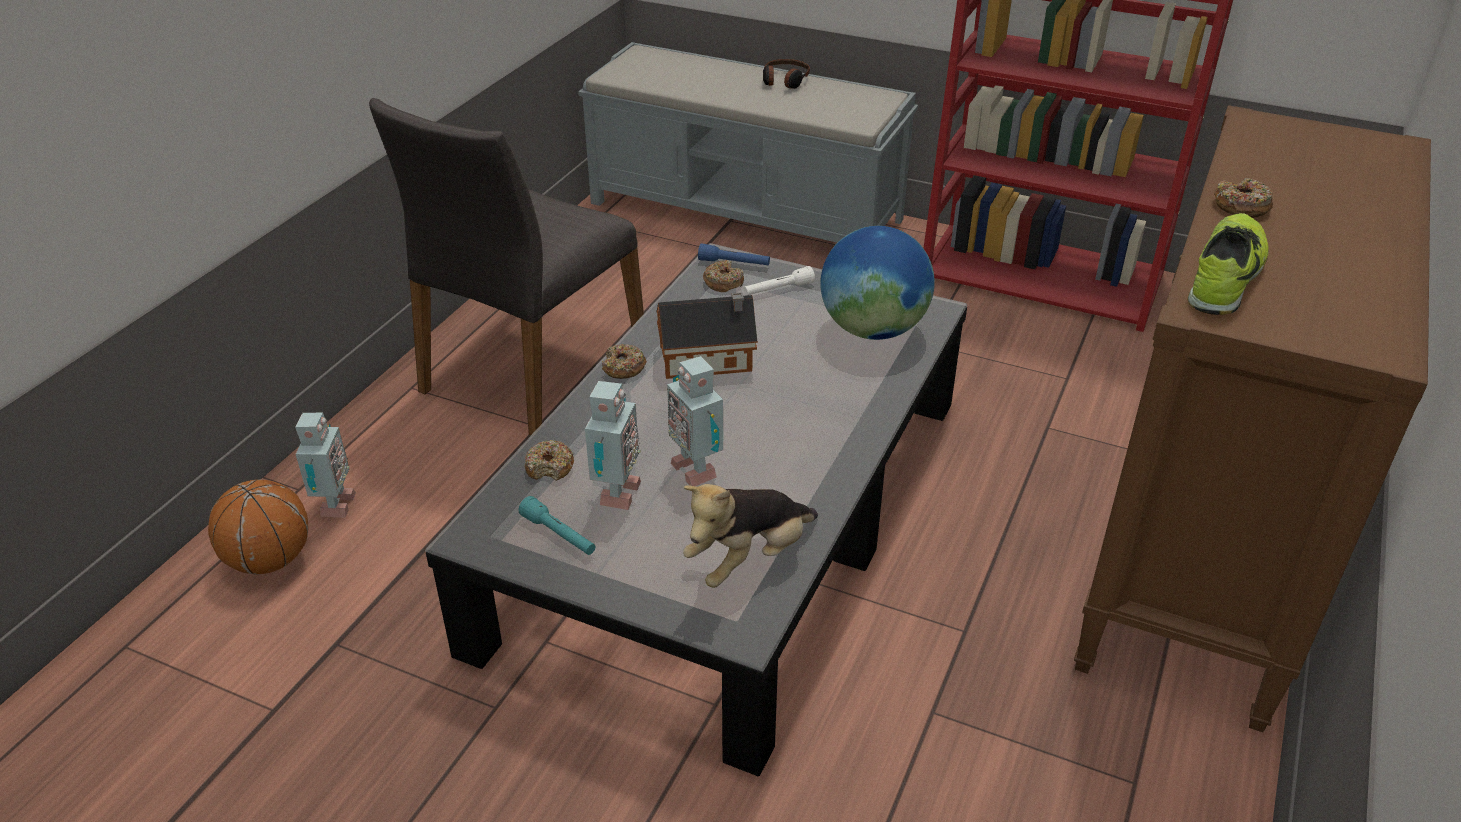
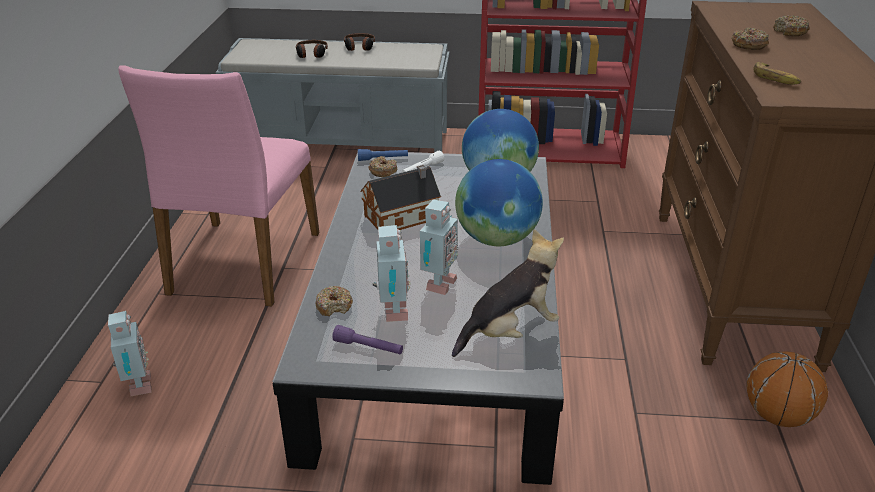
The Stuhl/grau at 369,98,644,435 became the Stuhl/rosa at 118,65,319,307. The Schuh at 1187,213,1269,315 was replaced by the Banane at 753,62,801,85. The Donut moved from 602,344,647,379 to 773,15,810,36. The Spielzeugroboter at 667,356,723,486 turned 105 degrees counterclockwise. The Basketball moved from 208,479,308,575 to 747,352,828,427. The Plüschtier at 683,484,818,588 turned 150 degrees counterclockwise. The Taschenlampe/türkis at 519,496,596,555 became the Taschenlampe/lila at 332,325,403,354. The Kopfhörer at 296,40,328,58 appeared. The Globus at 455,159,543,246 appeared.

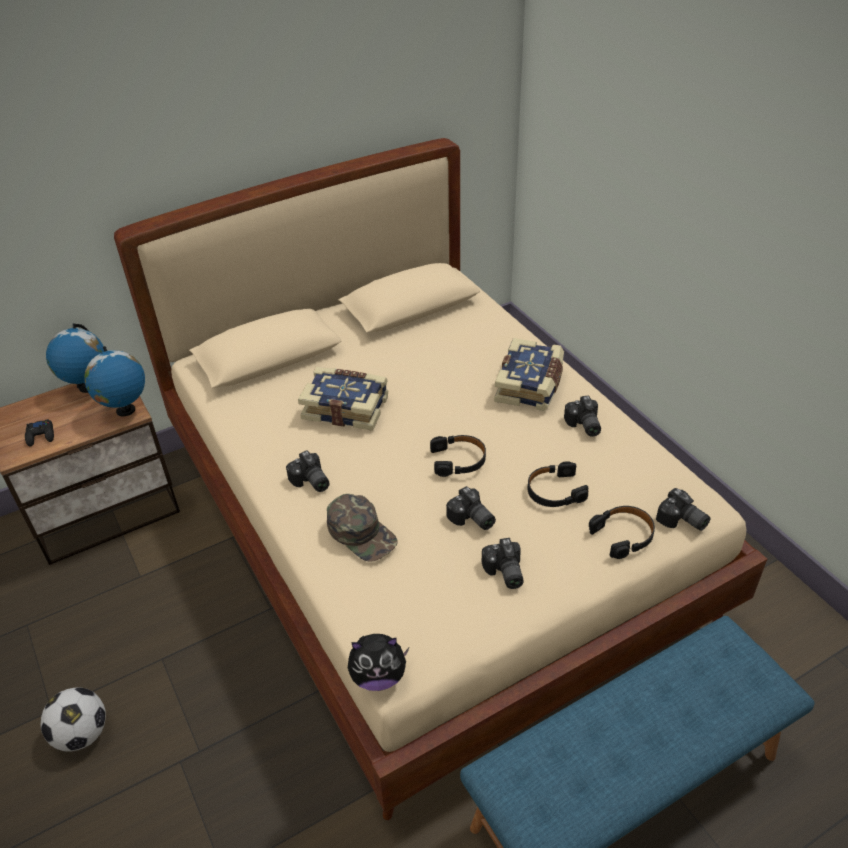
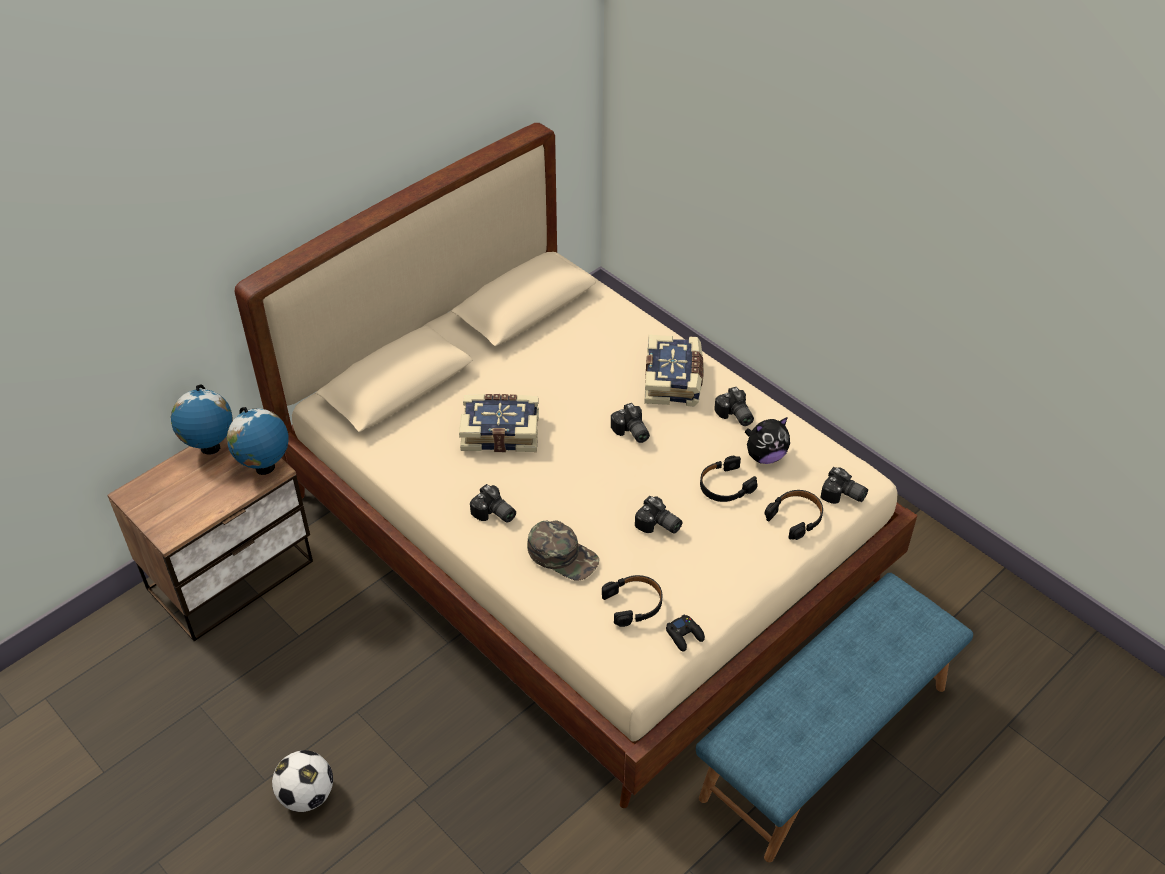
The Gamepad/schwarz moved from 25,419,54,446 to 666,614,705,651. The Kopfhörer/schwarz moved from 430,435,486,477 to 602,575,662,627. The Kamera moved from 482,538,524,589 to 611,403,650,443. The Plüschtier moved from 348,634,409,691 to 745,417,790,464.

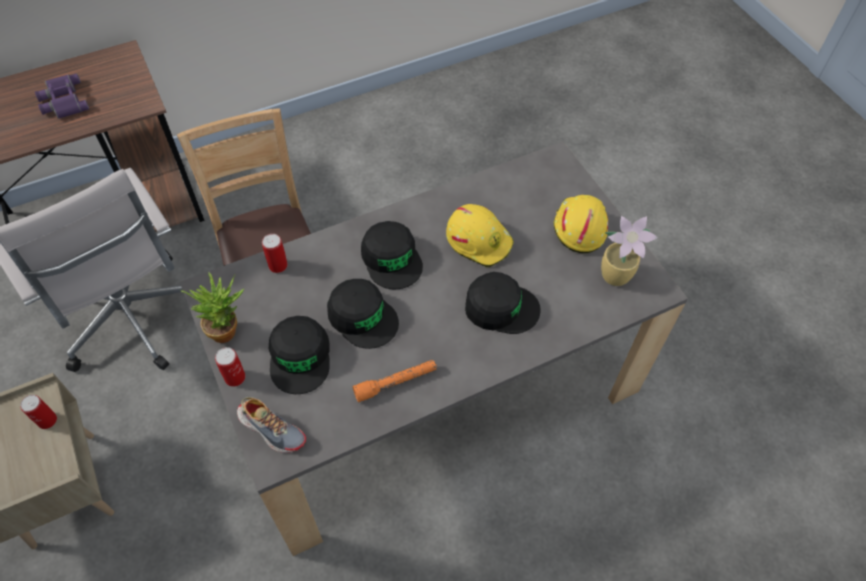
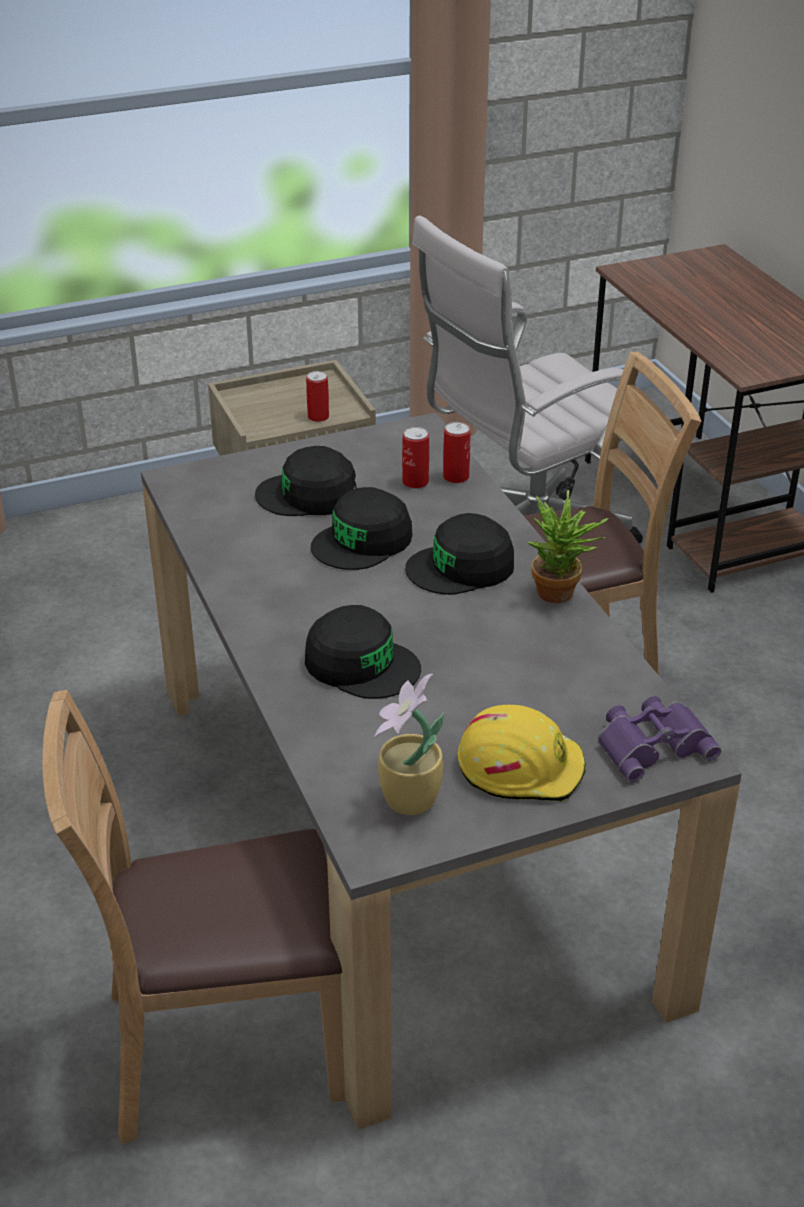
The Fernglas/lila moved from 35,74,89,119 to 598,696,721,782. The Schutzhelm/gelb at 446,204,514,267 disappeared. The Kappe/schwarz at 465,272,541,334 turned 75 degrees counterclockwise. The Topfpflanze moved from 181,273,245,343 to 527,490,609,603. The Dose moved from 215,347,245,387 to 402,427,429,489. The Taschenlampe/orange at 352,360,437,403 disappeared. The Schuh at 237,397,306,453 disappeared. The Stuhl/braun at 42,690,345,1144 appeared.

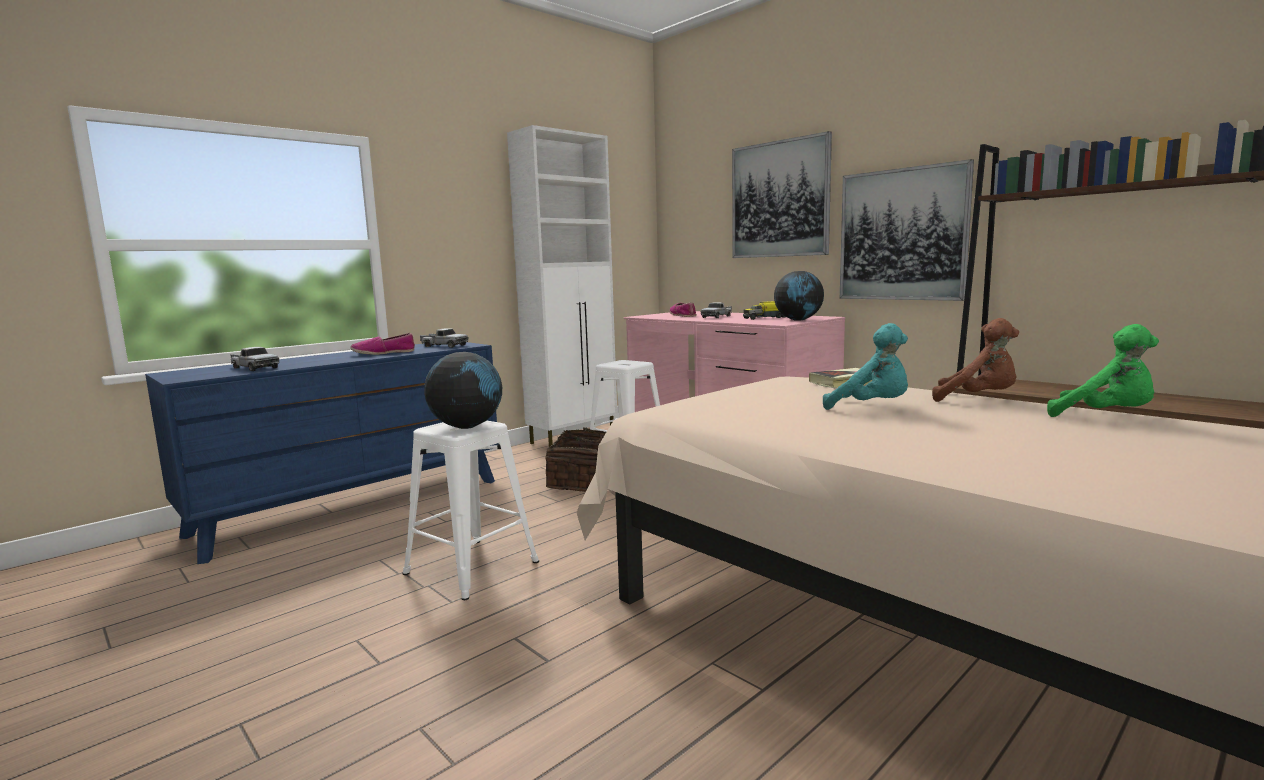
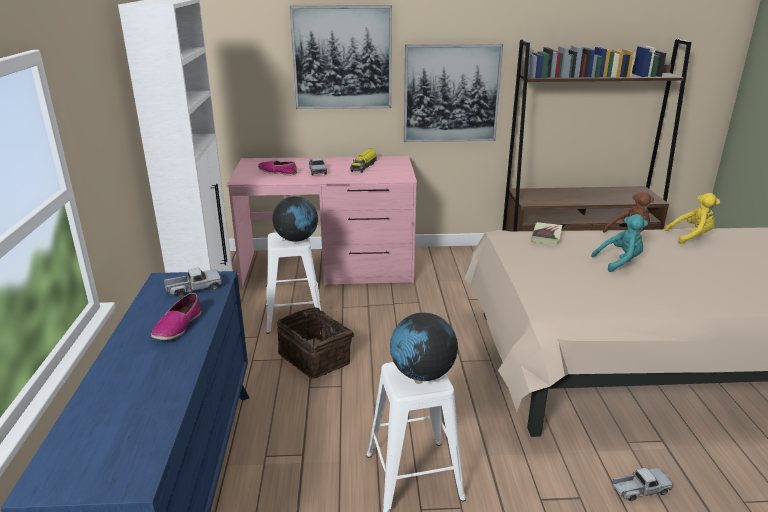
The Globus moved from 774,271,824,321 to 273,196,318,242. The Plüschtier/grün at 1047,324,1159,417 became the Plüschtier/gelb at 665,193,720,244. The Spielzeuglaster moved from 230,347,279,371 to 612,468,673,501.

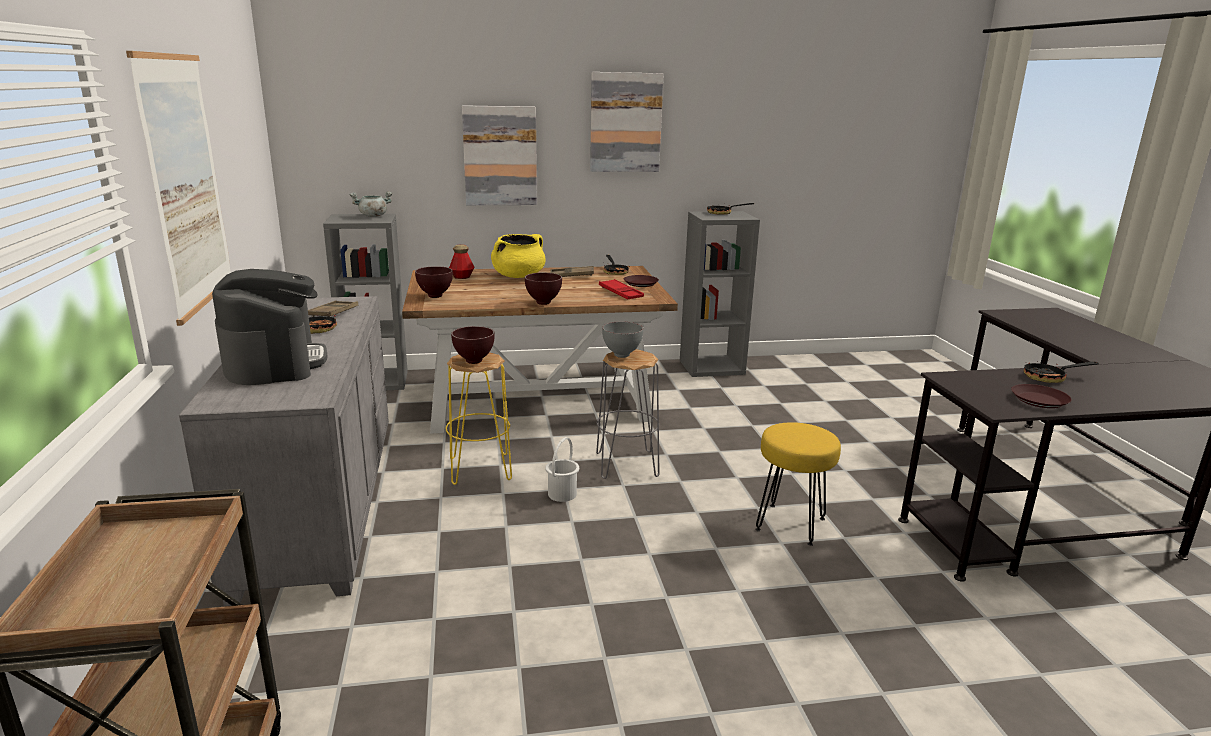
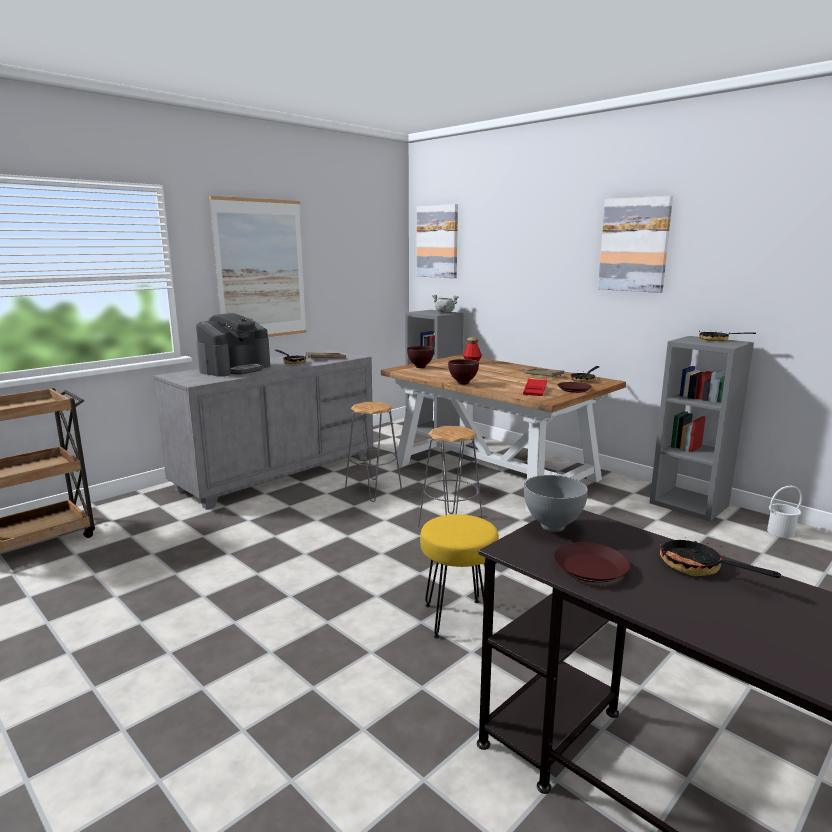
The Bild moved from 462,105,537,205 to 417,204,458,278. The Kochtopf/gelb at 491,234,546,278 disappeared. The Schüssel/grau moved from 602,321,643,358 to 524,475,588,532. The Schüssel/braun at 451,326,495,364 disappeared. The Hocker/gelb at 446,352,512,485 became the Hocker/grau at 345,402,402,502. The Eimer/weiß moved from 545,437,579,502 to 767,485,802,538.

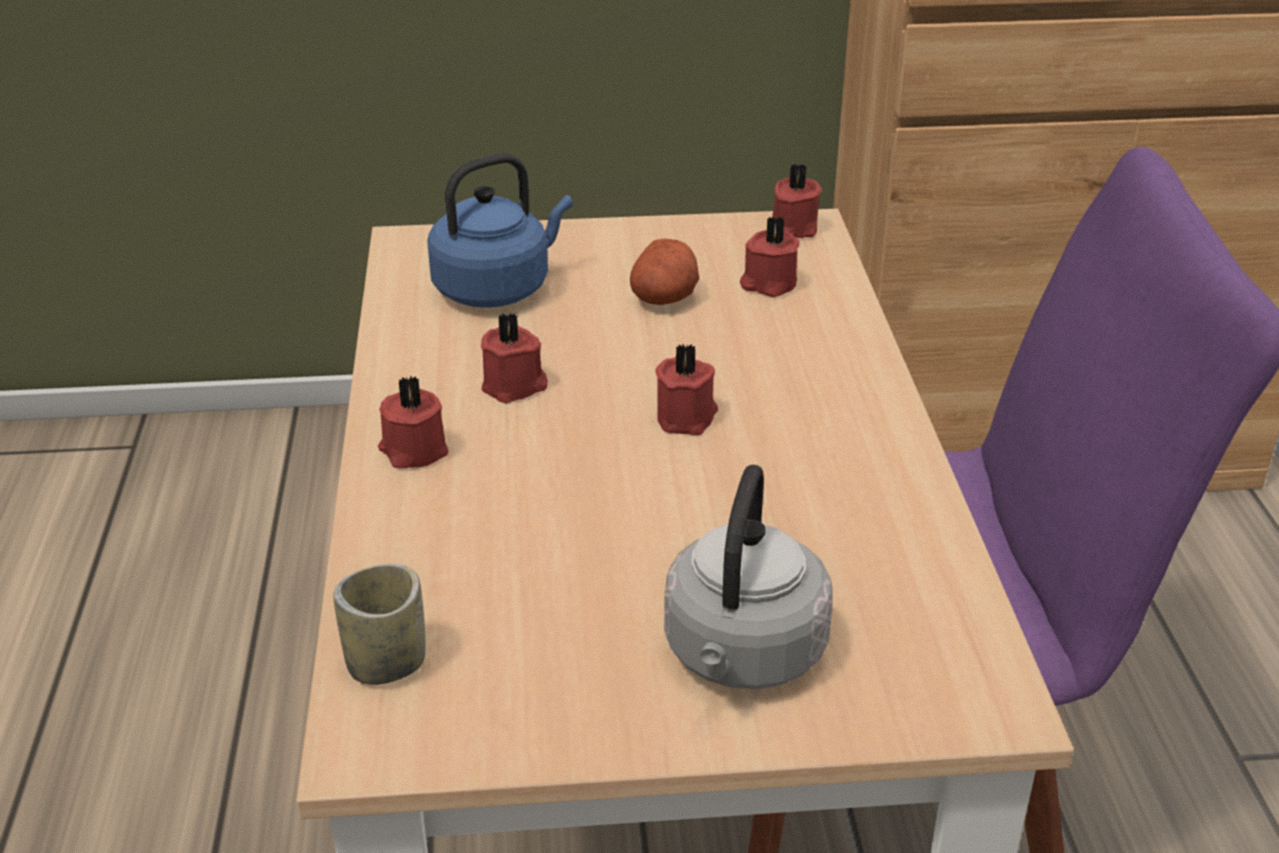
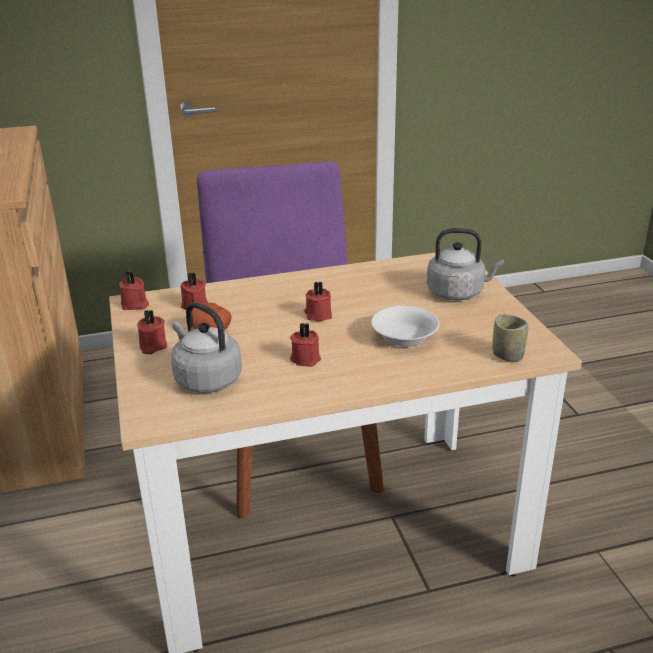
The Wasserkessel/blau at 427,153,573,308 became the Wasserkessel/grau at 171,302,242,393. The Kerze/rot moved from 378,375,449,468 to 137,310,167,354. The Schüssel/weiß at 371,306,439,347 appeared.

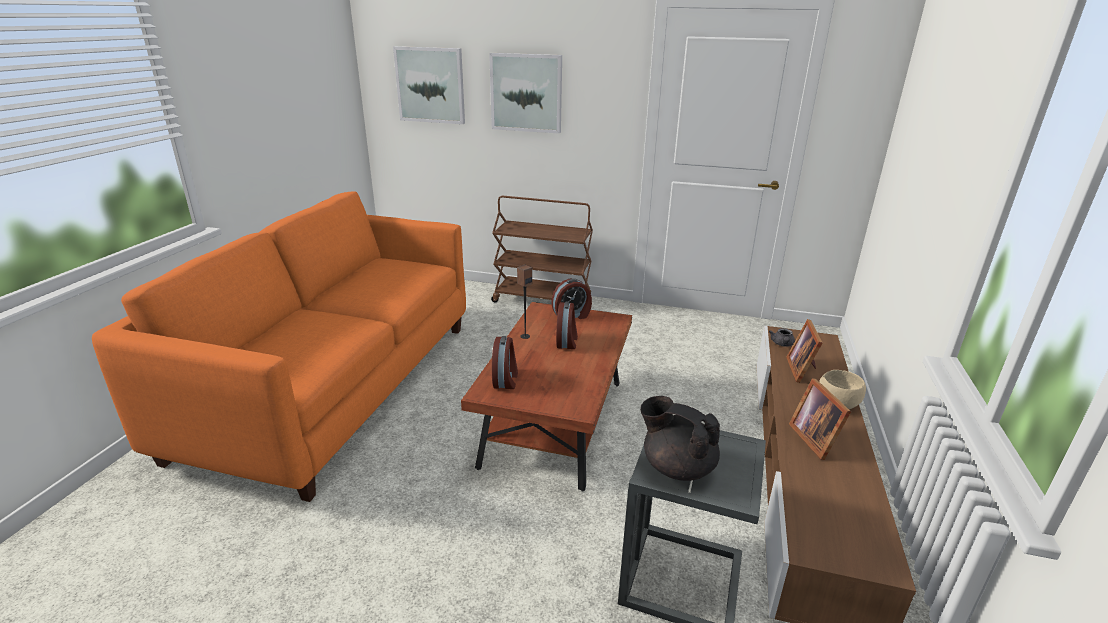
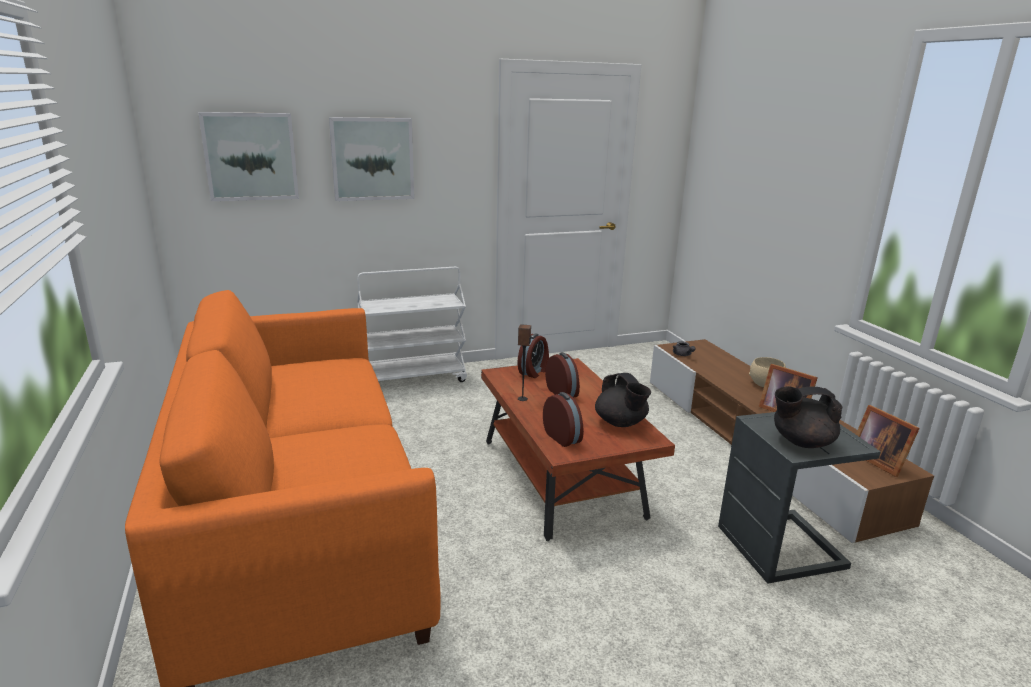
The Rollwagen/braun at 491,196,593,302 became the Rollwagen/weiß at 357,267,467,382. The Bilderrahmen moved from 786,319,823,383 to 856,405,920,477. The Teekanne/schwarz at 595,373,651,427 appeared.

